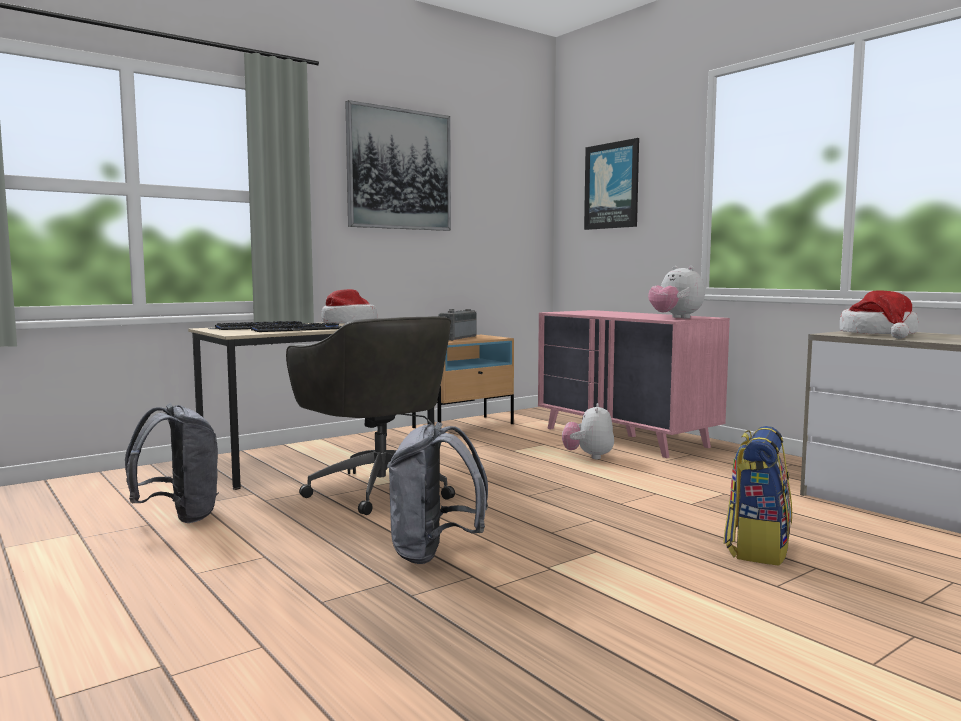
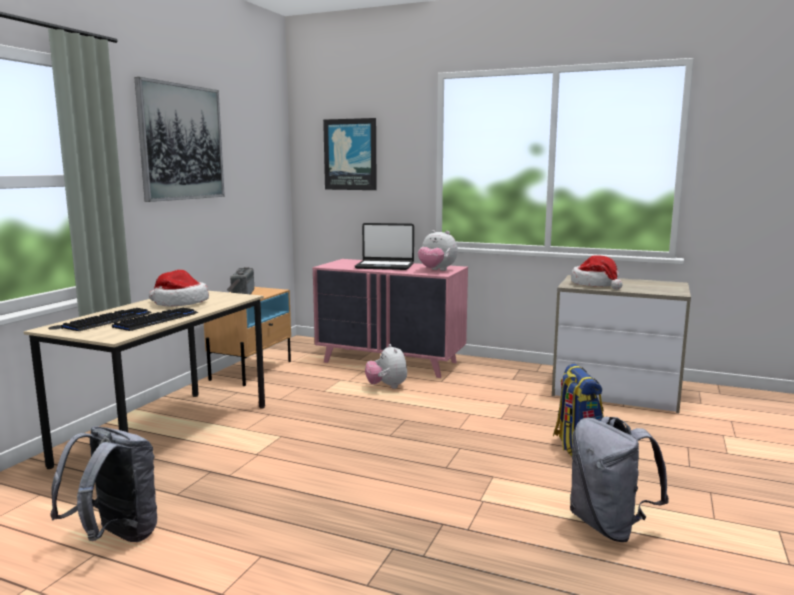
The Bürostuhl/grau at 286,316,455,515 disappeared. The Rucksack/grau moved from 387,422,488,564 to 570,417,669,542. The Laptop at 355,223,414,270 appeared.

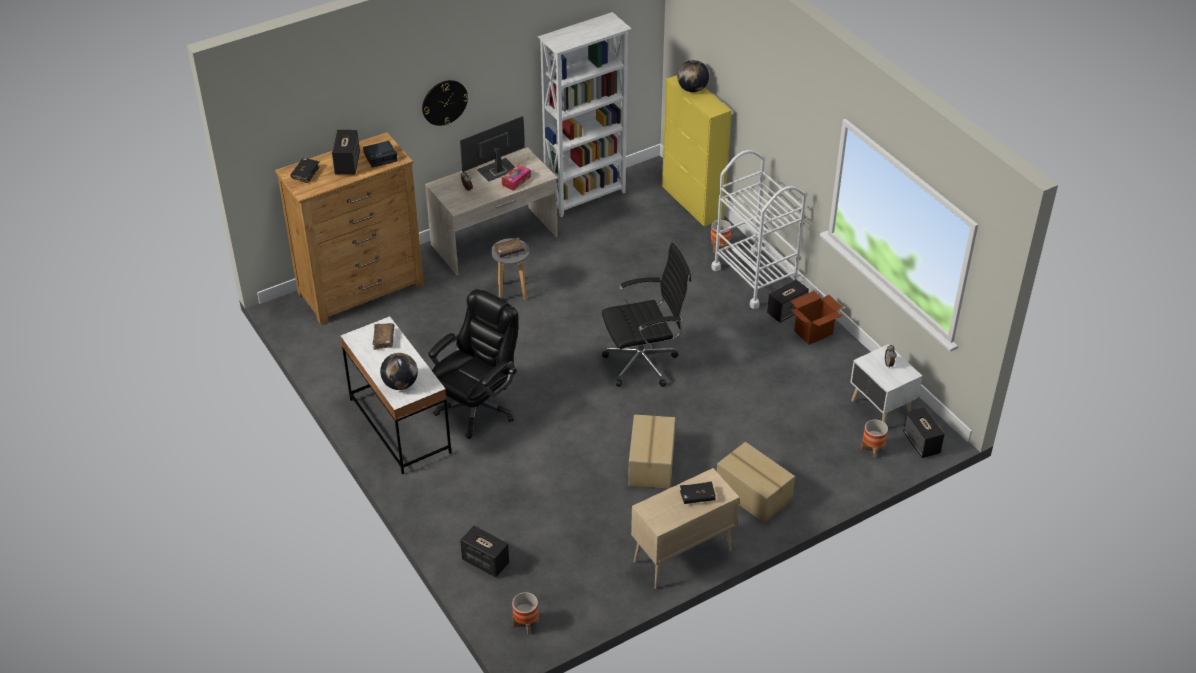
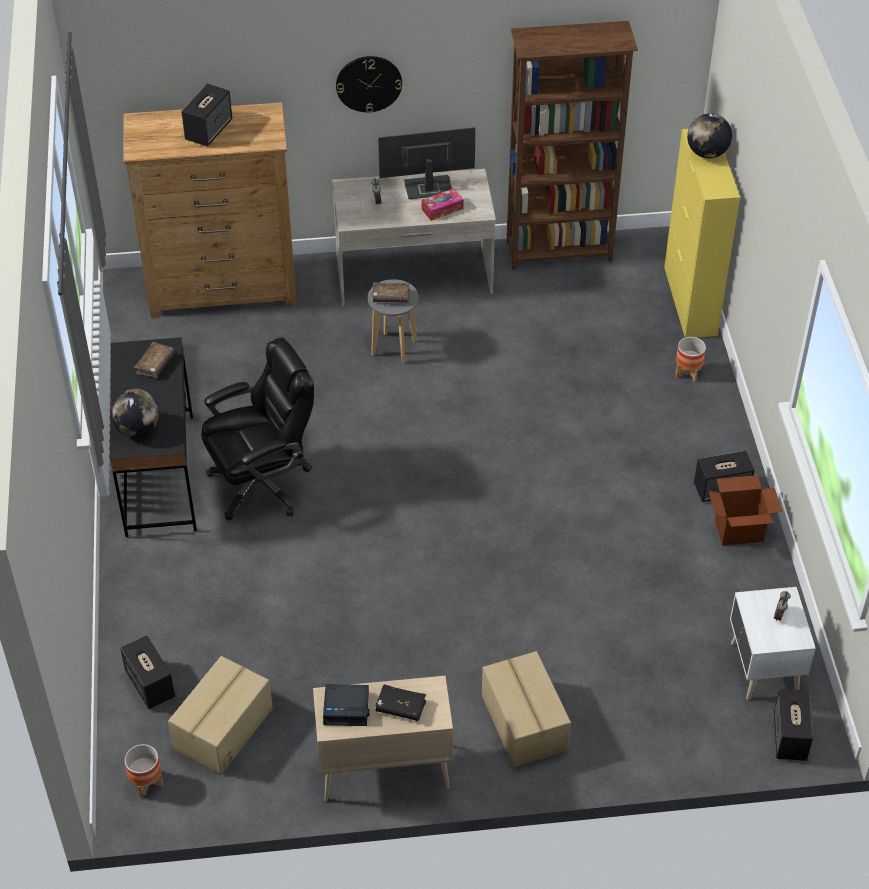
The Bücherregal/weiß at 538,12,632,217 became the Bücherregal/braun at 506,21,638,270. The Wecker moved from 363,141,398,168 to 323,684,370,726. The Rollwagen/weiß at 711,150,806,309 disappeared. The Buch/schwarz at 290,158,320,183 disappeared. The Bürostuhl/schwarz at 602,243,691,387 disappeared. The Schreibtisch/weiß at 340,316,451,474 became the Schreibtisch/schwarz at 110,337,197,537. The Karton moved from 628,414,675,489 to 168,656,273,774. The Pflanzkübel at 861,419,888,458 disappeared.

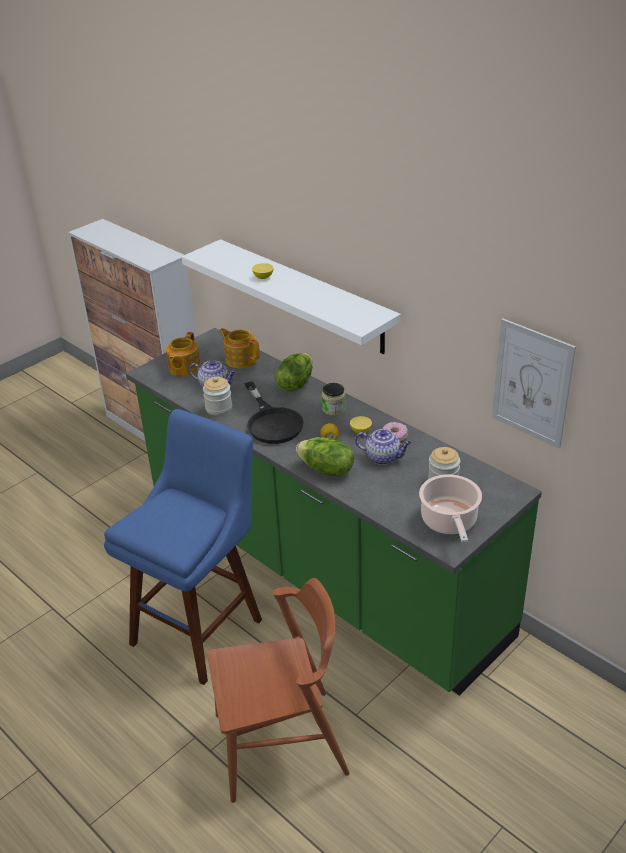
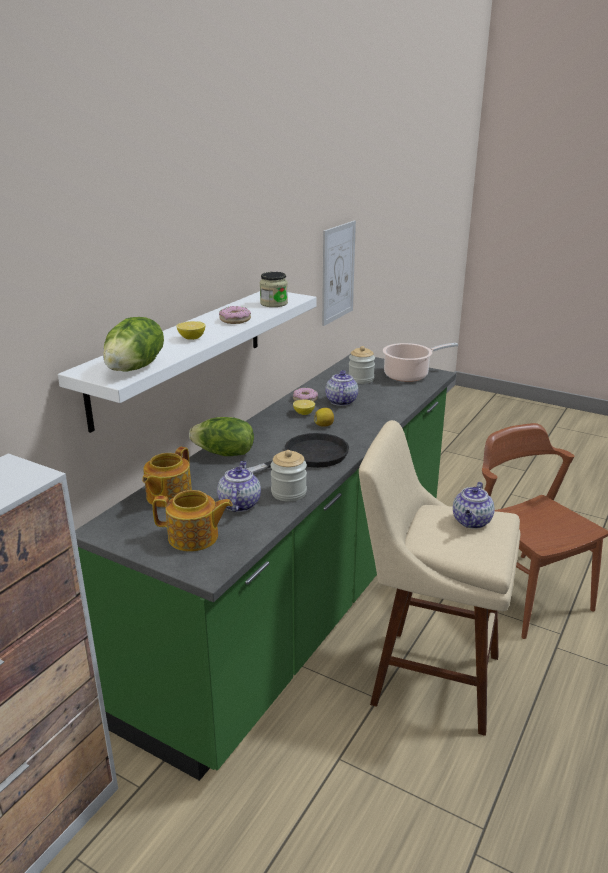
The Vorratsglas moved from 322,383,346,416 to 260,272,288,307. The Hocker/blau at 104,409,262,685 became the Hocker/beige at 359,420,520,736. The Salatkopf moved from 296,437,354,476 to 103,317,164,372. The Donut at 219,306,251,324 appeared. The Teekanne at 453,482,495,529 appeared.

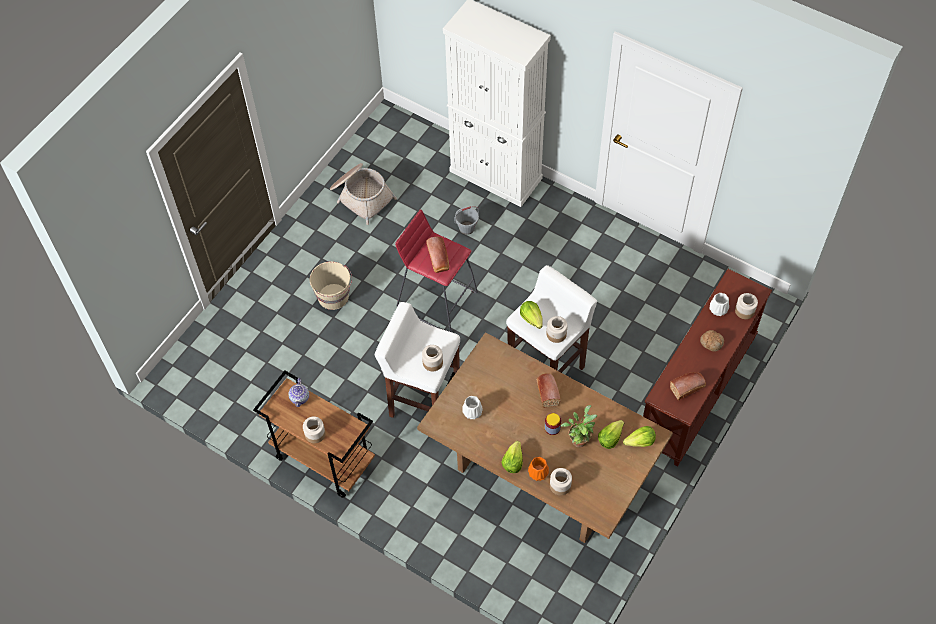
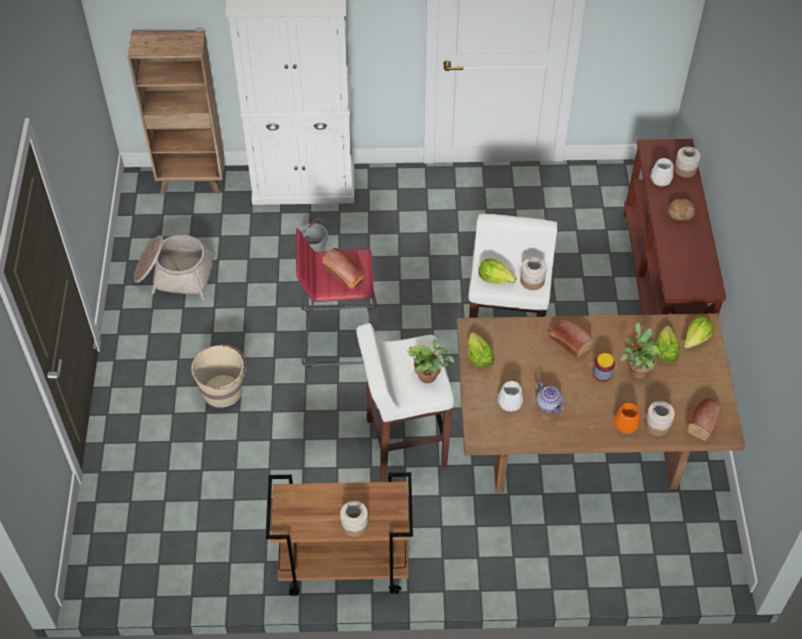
The Vorratsglas at 422,345,443,372 was replaced by the Topfpflanze at 407,339,454,384. The Brot moved from 670,372,706,400 to 687,398,721,441. The Teekanne moved from 289,378,309,407 to 536,381,564,414. The Salatkopf moved from 501,441,523,473 to 468,332,494,368. The Bücherregal/braun at 128,31,224,195 appeared.

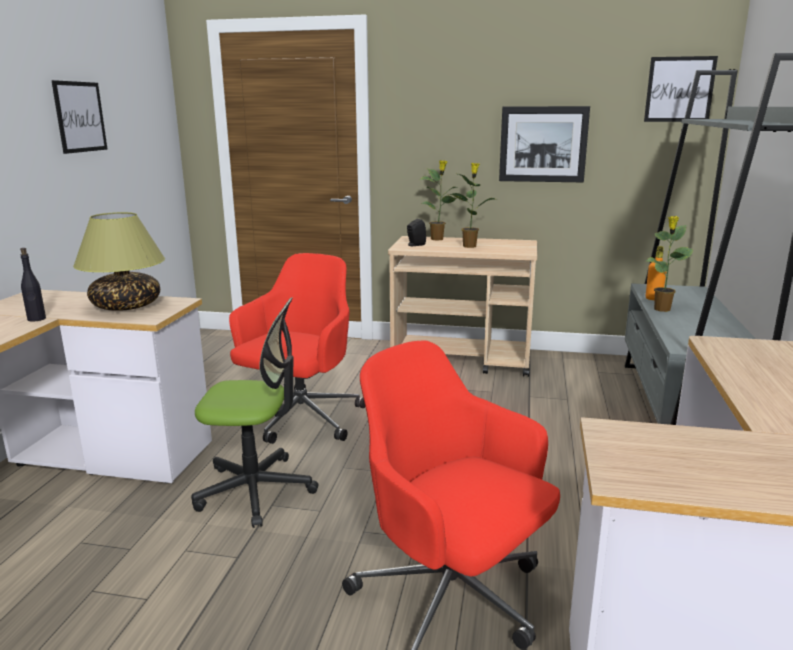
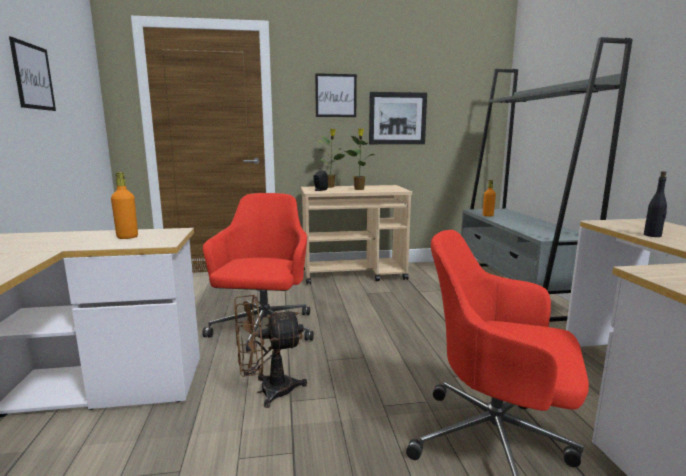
The Bild moved from 644,56,718,122 to 315,73,357,117. The Tischlampe at 73,212,165,311 was replaced by the Flasche/orange at 111,172,138,239. The Topfpflanze at 646,216,693,312 disappeared. The Flasche/schwarz moved from 20,248,46,322 to 644,171,667,237. The Bürostuhl at 191,297,319,528 was replaced by the Ventilator/braun at 234,295,307,408.

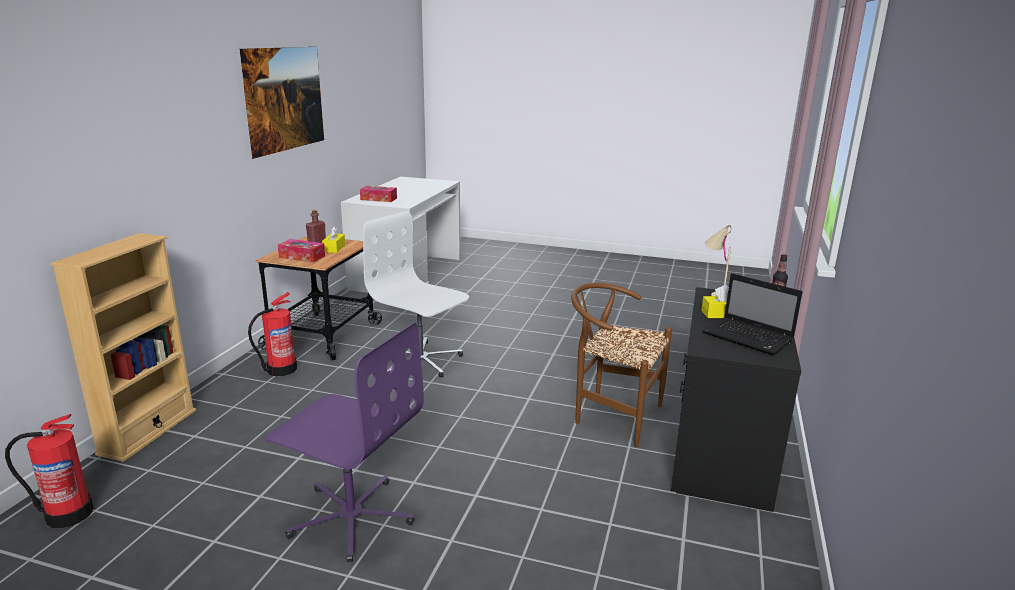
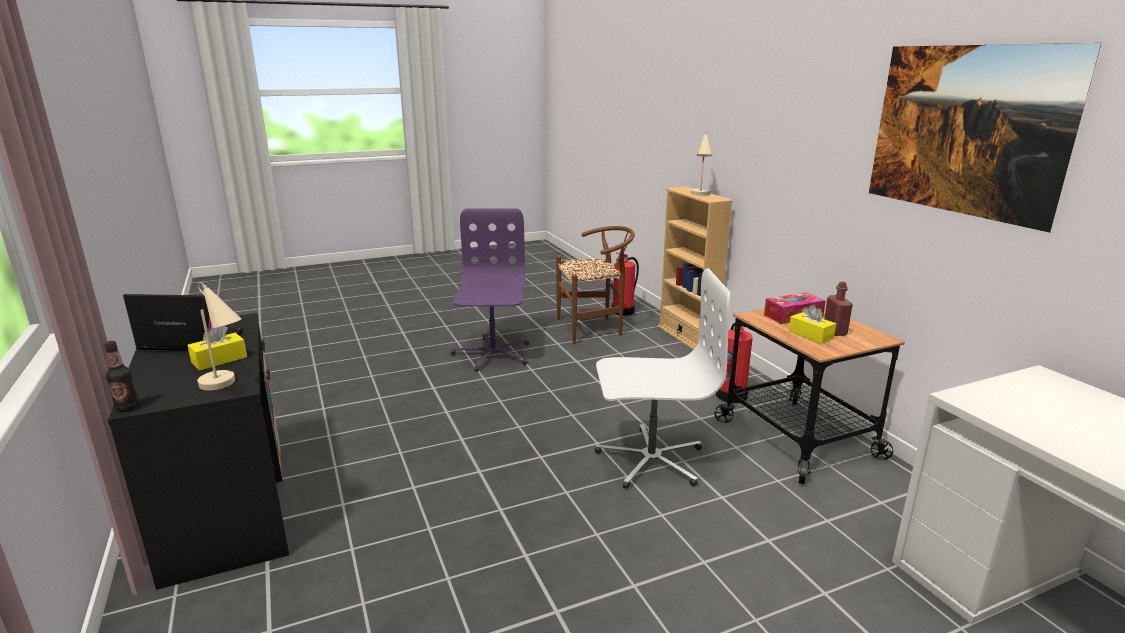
The Taschentuchbox at 360,186,397,202 disappeared. The Stuhl/braun moved from 571,283,672,448 to 556,226,635,344. The Bürostuhl/lila at 265,322,424,562 turned 105 degrees clockwise. The Tischlampe/beige at 691,131,712,196 appeared.

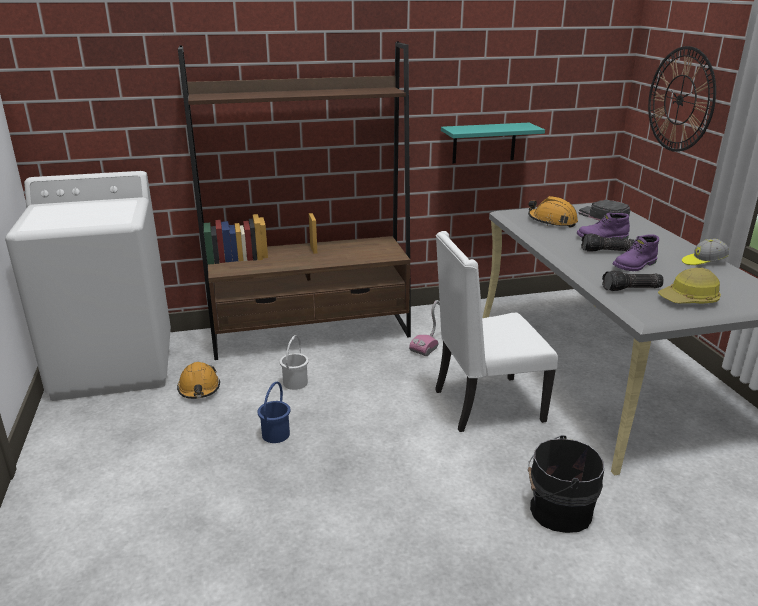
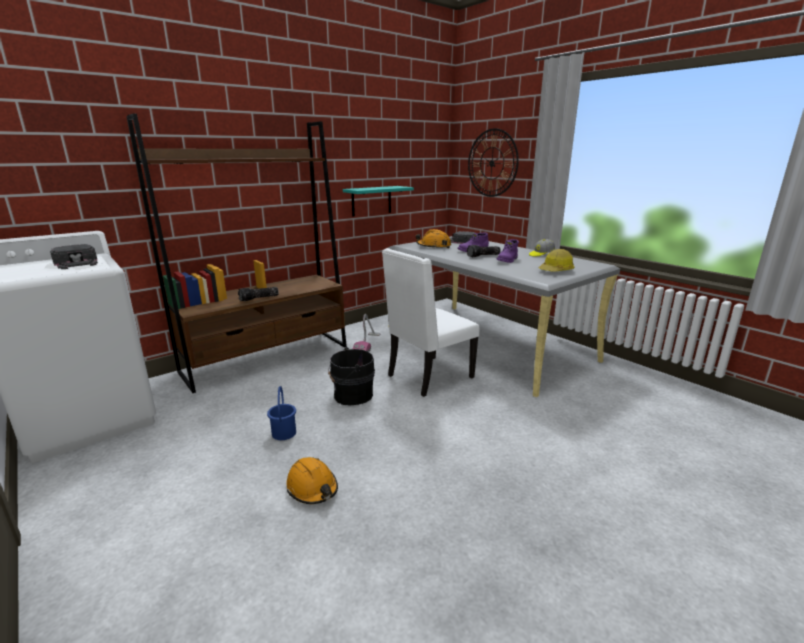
The Taschenlampe moved from 602,271,664,291 to 238,287,279,301. The Eimer/weiß at 280,335,309,390 disappeared. The Schutzhelm/orange moved from 177,362,220,399 to 286,457,338,504. The Eimer/schwarz moved from 528,435,604,533 to 328,347,375,406. The Kappe/schwarz at 50,244,98,269 appeared.

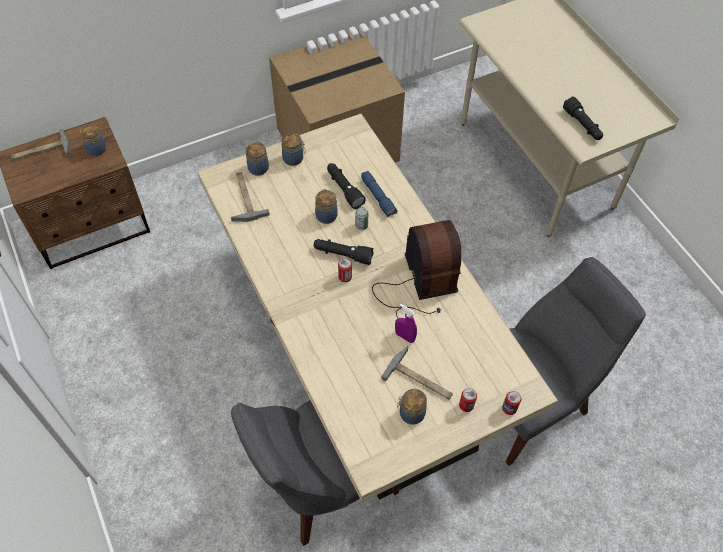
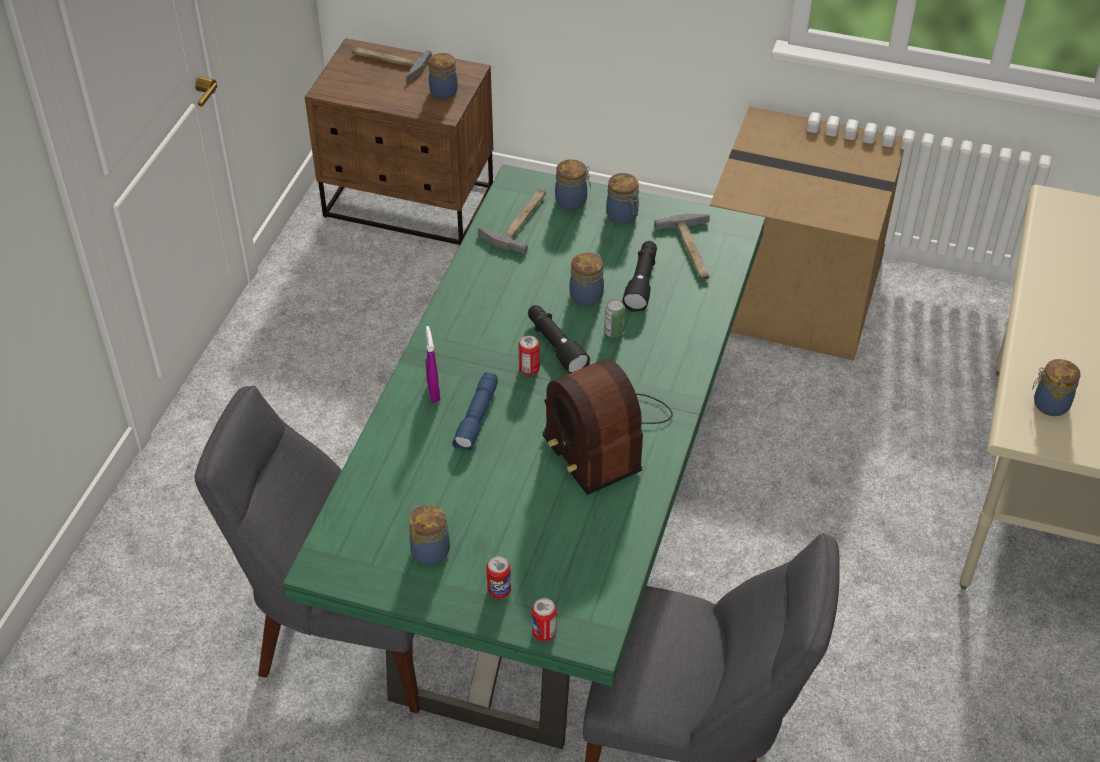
The Taschenlampe/schwarz at 563,97,603,140 was replaced by the Vorratsglas at 1032,359,1081,416. The Esstisch/beige at 197,113,558,502 became the Esstisch/grün at 282,164,766,749. The Taschenlampe/blau moved from 361,171,397,217 to 452,372,498,451. The Radio at 372,220,461,318 turned 120 degrees clockwise. The Sprühflasche/lila moved from 395,304,417,343 to 426,326,440,403. The Hammer moved from 381,346,453,400 to 654,214,710,280.

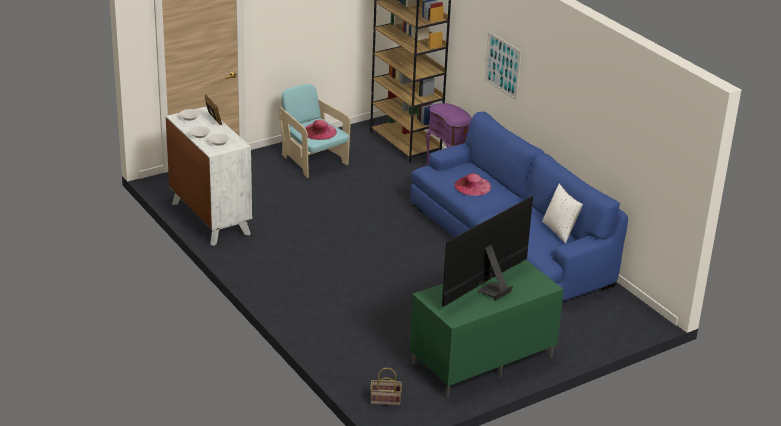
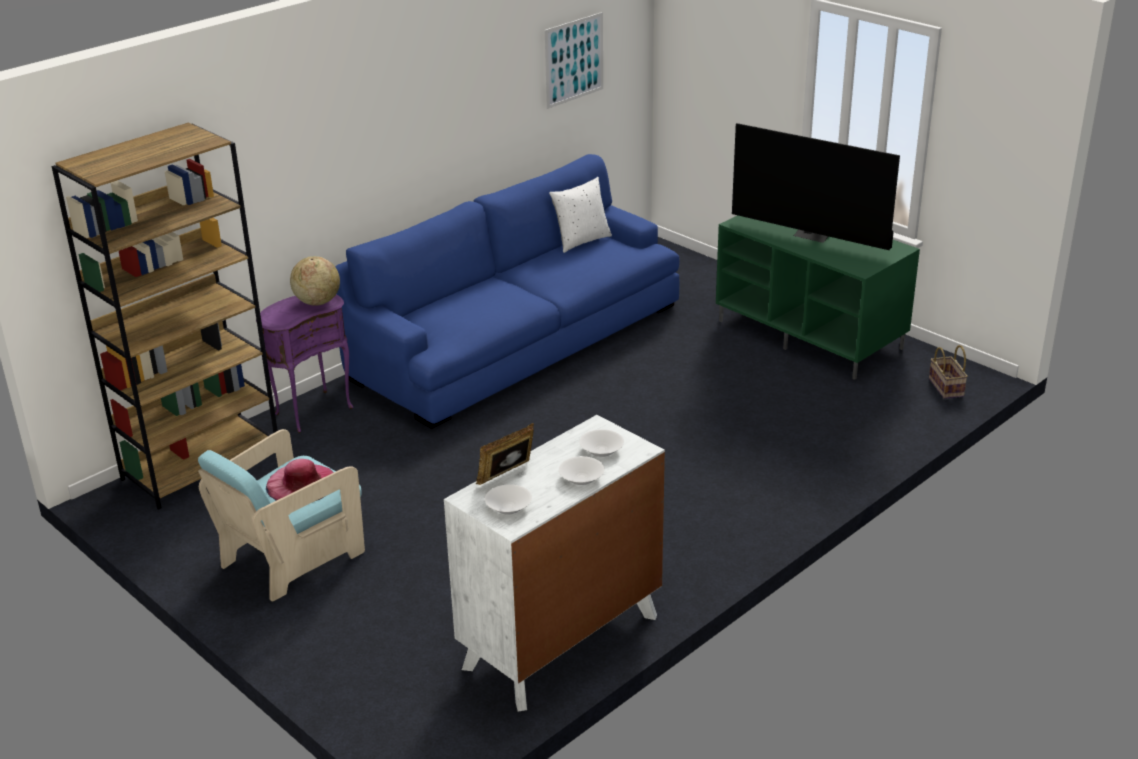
The Bild moved from 485,31,521,101 to 545,12,603,109. The Hut/rosa at 454,173,491,196 disappeared. The Globus at 290,256,340,306 appeared.

